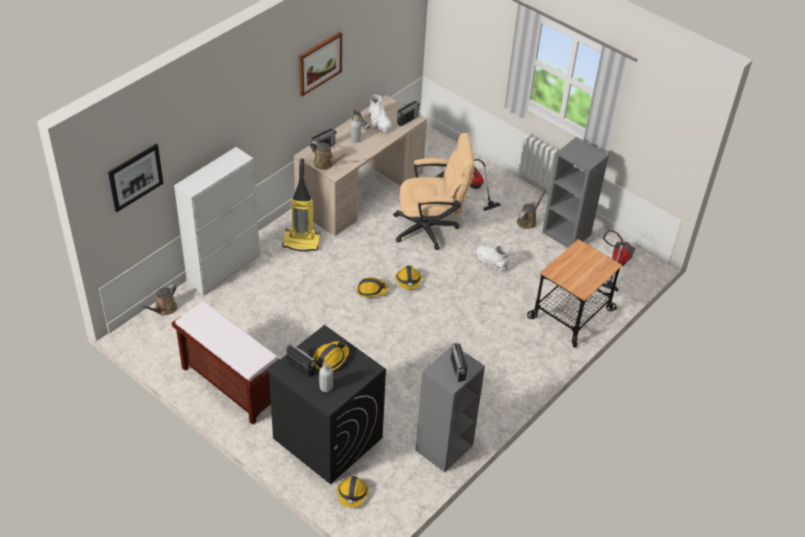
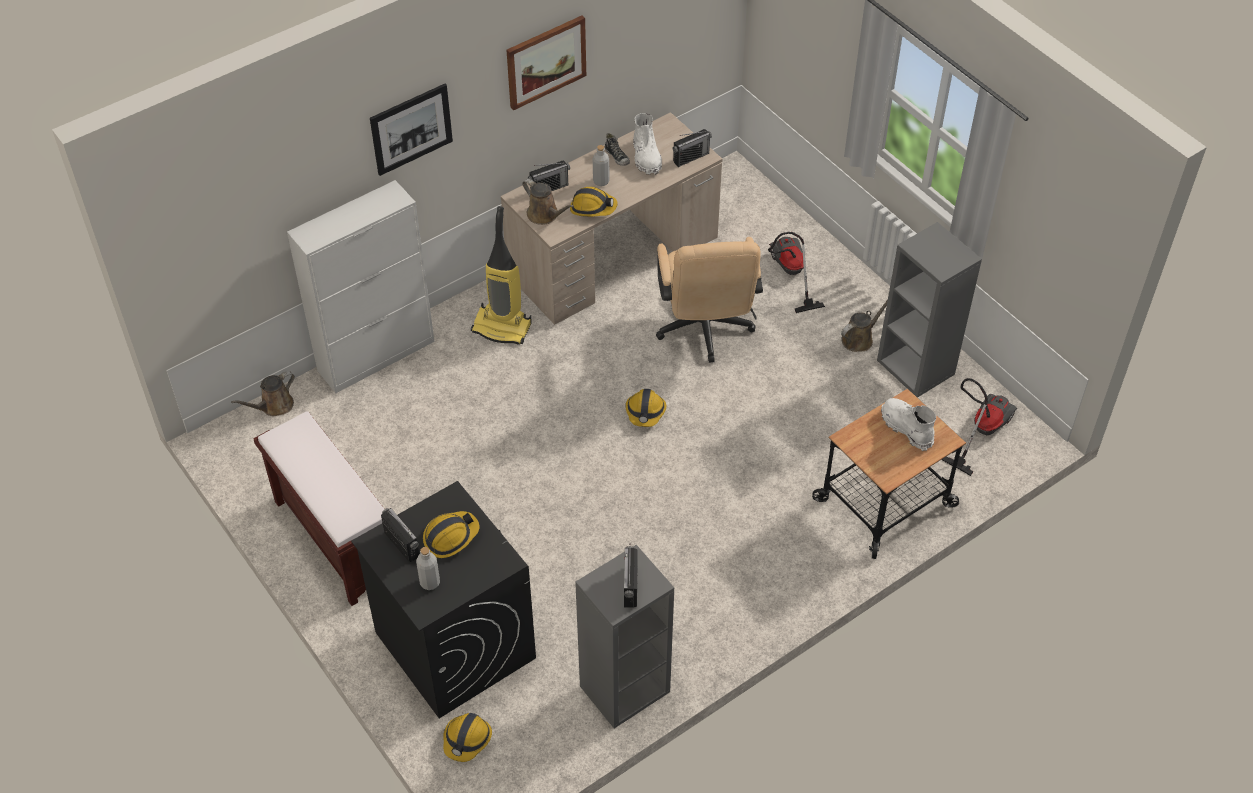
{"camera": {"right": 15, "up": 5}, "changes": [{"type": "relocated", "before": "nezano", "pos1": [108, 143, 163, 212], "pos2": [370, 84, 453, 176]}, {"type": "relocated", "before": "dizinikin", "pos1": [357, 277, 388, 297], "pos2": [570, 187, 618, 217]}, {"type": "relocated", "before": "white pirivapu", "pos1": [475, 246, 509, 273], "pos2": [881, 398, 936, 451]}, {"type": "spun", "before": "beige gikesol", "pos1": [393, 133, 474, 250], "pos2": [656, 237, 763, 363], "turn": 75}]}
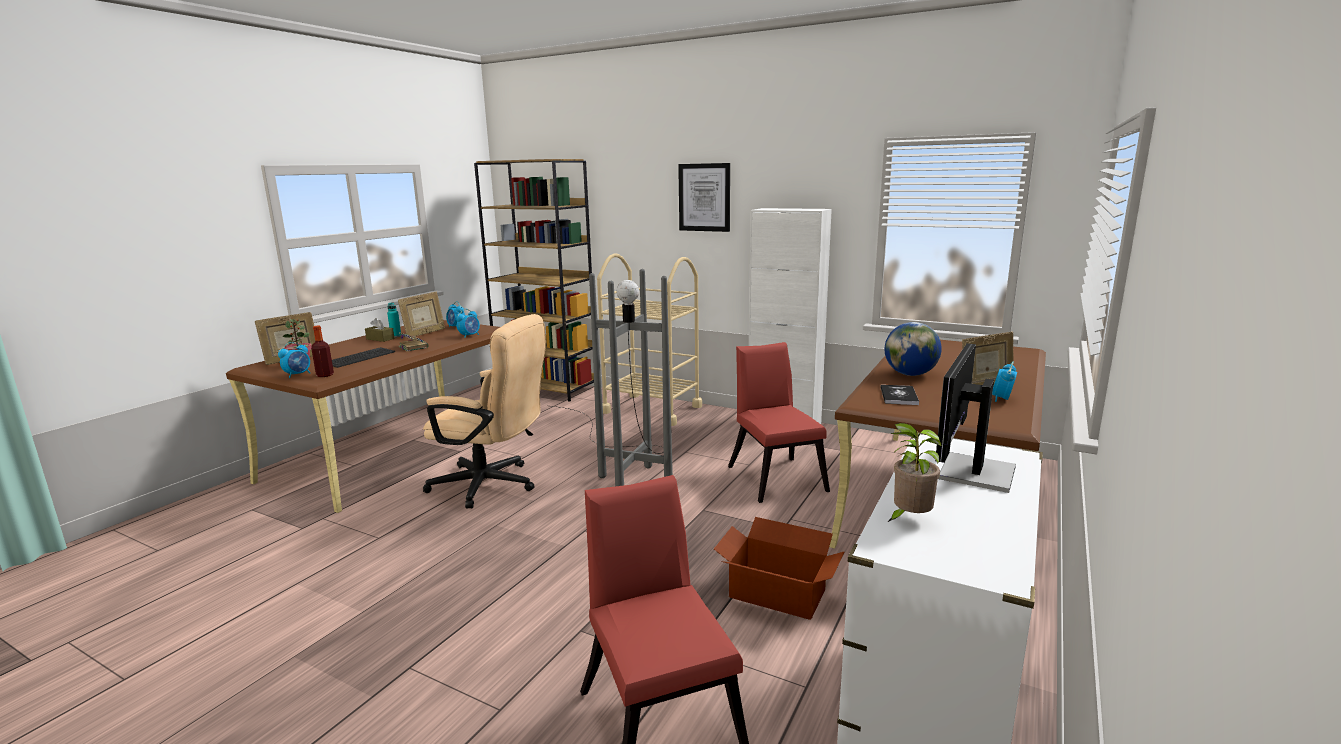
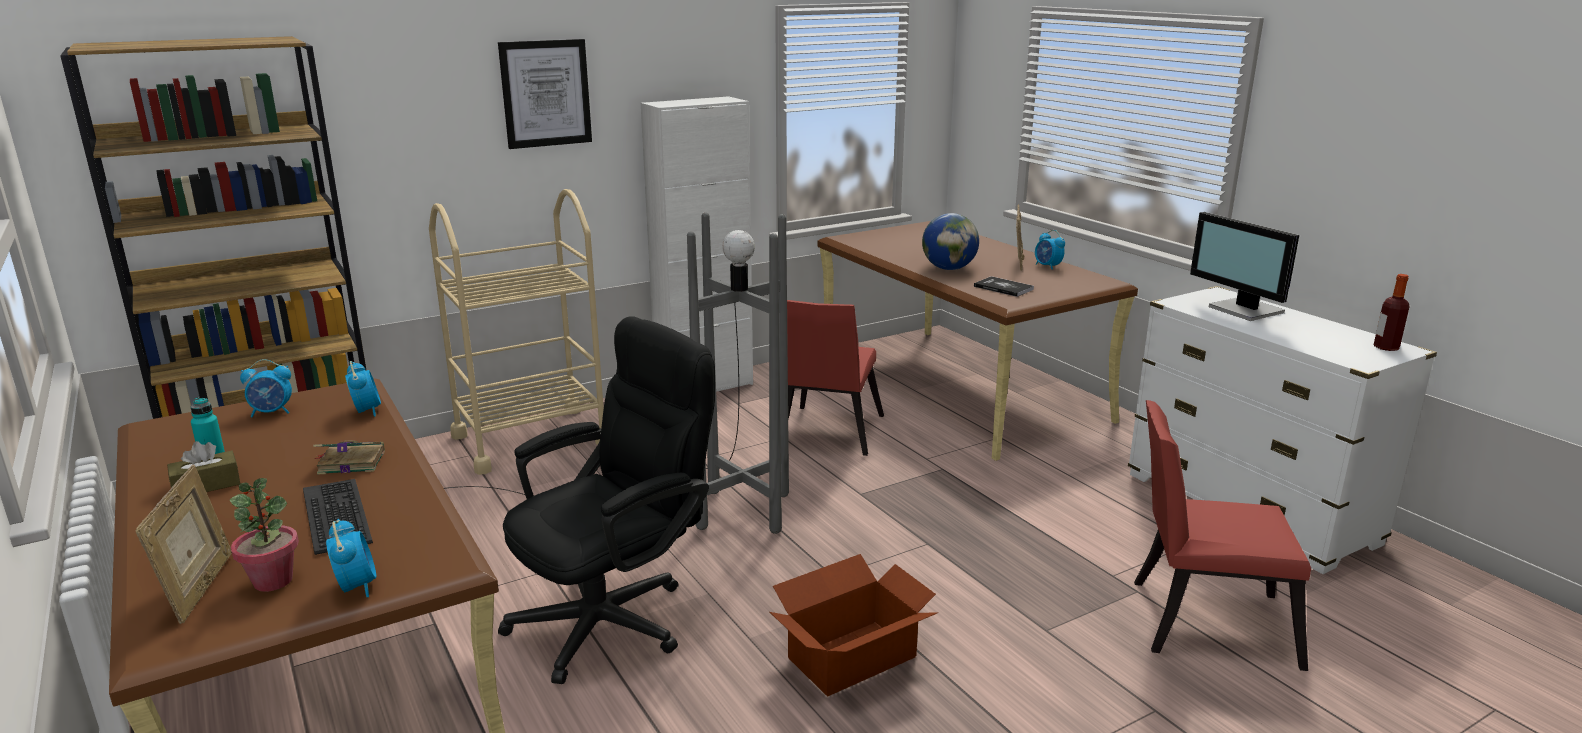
{"camera": {"right": -60, "up": 5}, "changes": [{"type": "missing", "before": "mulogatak", "pos1": [398, 292, 445, 337]}, {"type": "missing", "before": "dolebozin", "pos1": [888, 423, 942, 522]}, {"type": "relocated", "before": "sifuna", "pos1": [311, 326, 334, 377], "pos2": [1374, 274, 1410, 351]}, {"type": "relocated", "before": "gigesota", "pos1": [714, 517, 845, 620], "pos2": [770, 554, 938, 696]}, {"type": "colour", "before": "beige gikesol", "after": "black gikesol", "pos1": [423, 314, 546, 509], "pos2": [498, 317, 715, 684]}, {"type": "spun", "before": "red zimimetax", "pos1": [728, 342, 830, 503], "pos2": [787, 300, 884, 456], "turn": -90}]}
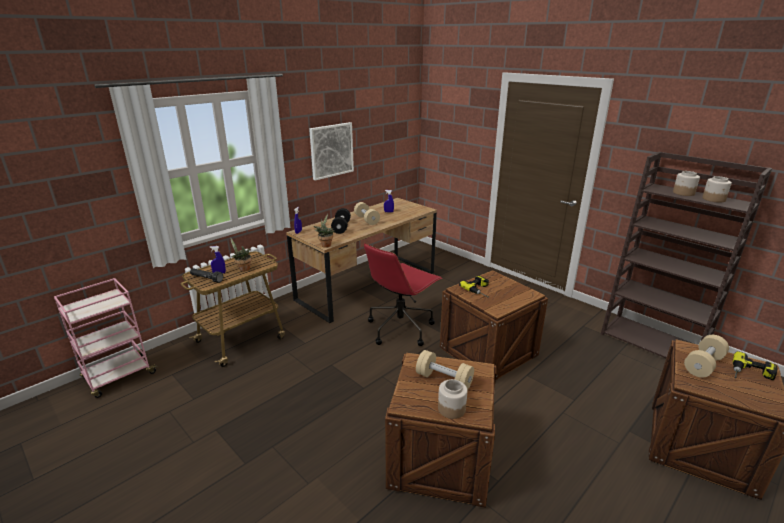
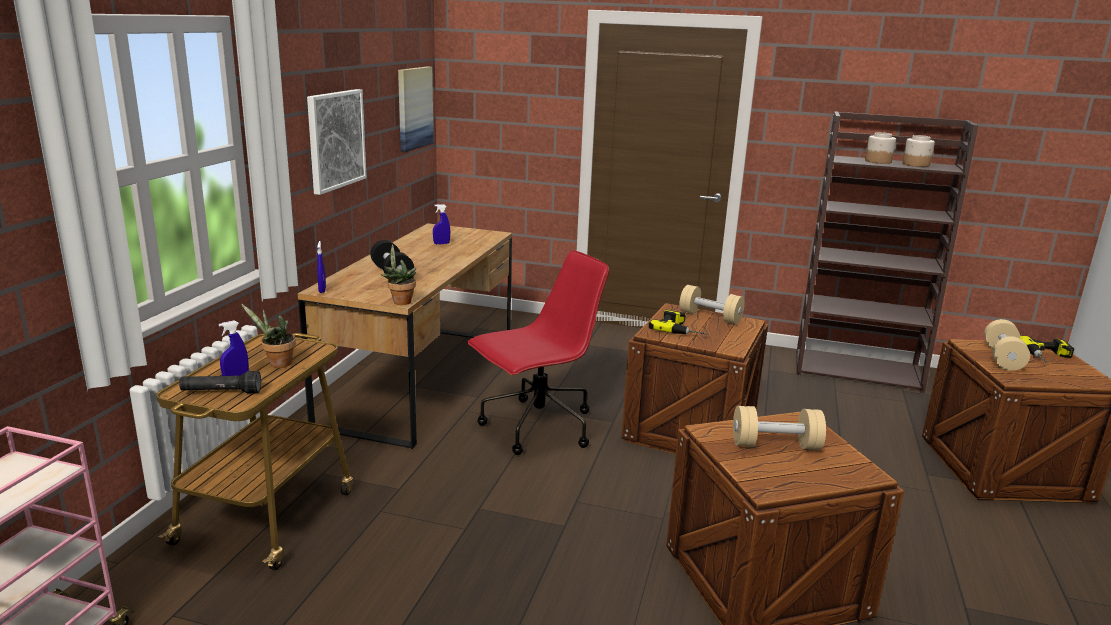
{"camera": {"right": -30, "up": -5}, "changes": [{"type": "missing", "before": "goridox", "pos1": [438, 379, 467, 419]}, {"type": "appeared", "after": "nezano", "pos2": [398, 66, 434, 152]}, {"type": "relocated", "before": "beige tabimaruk", "pos1": [354, 202, 380, 225], "pos2": [679, 285, 745, 324]}, {"type": "spun", "before": "red gikesol", "pos1": [364, 243, 442, 346], "pos2": [467, 251, 609, 455], "turn": -135}]}
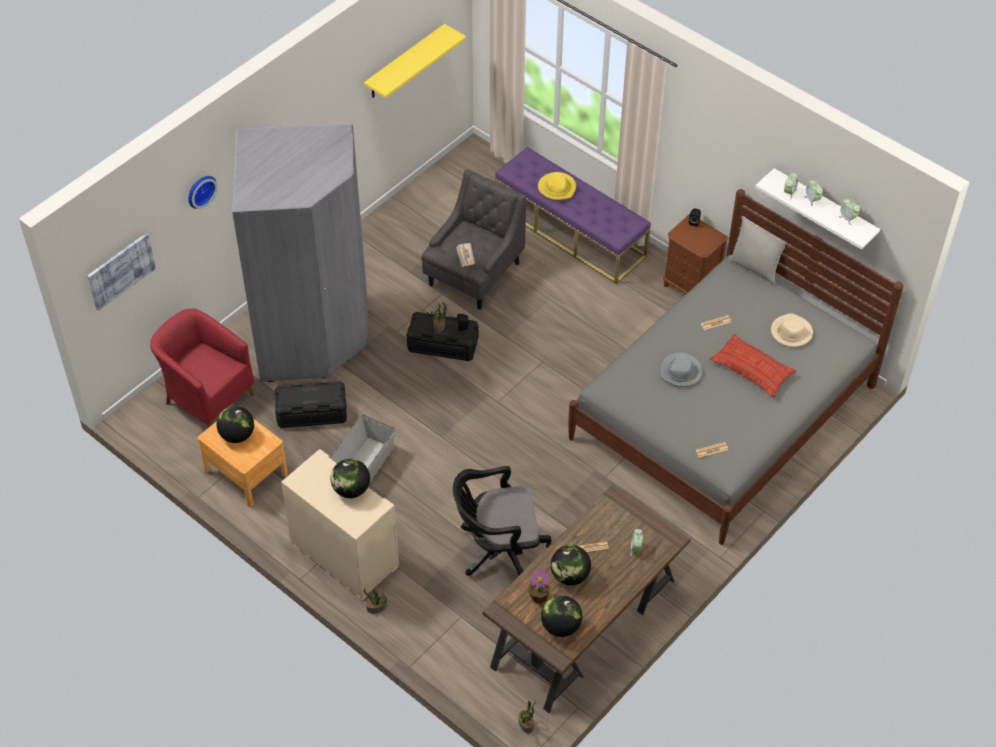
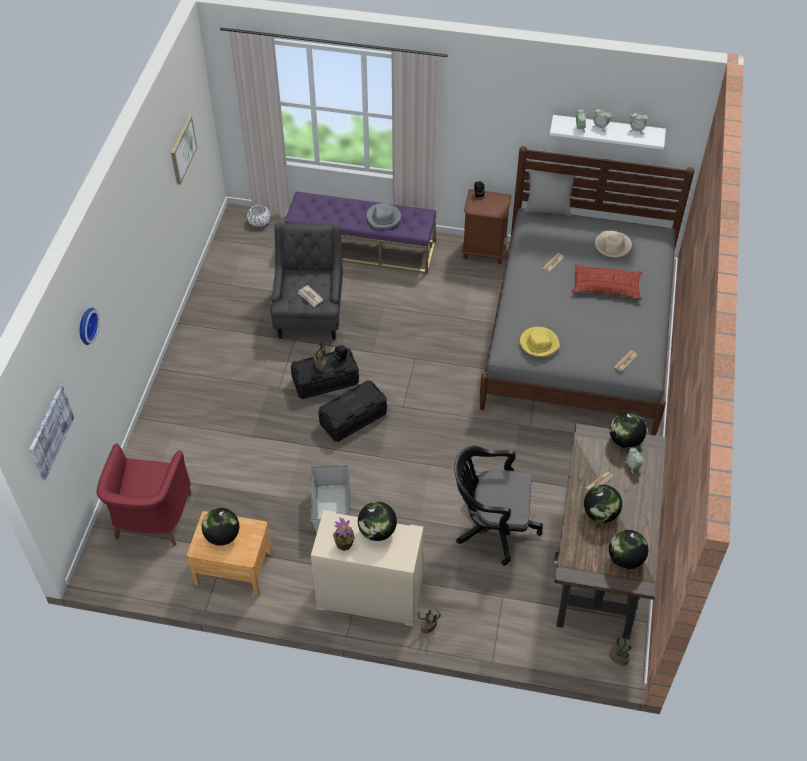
{"camera": {"right": -30, "up": 0}, "changes": [{"type": "missing", "before": "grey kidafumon", "pos1": [232, 123, 368, 382]}, {"type": "appeared", "after": "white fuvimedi", "pos2": [247, 205, 270, 227]}, {"type": "appeared", "after": "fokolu", "pos2": [610, 412, 646, 448]}, {"type": "relocated", "before": "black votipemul", "pos1": [275, 381, 347, 428], "pos2": [318, 380, 387, 442]}, {"type": "relocated", "before": "dolebozin", "pos1": [528, 568, 551, 604], "pos2": [333, 517, 355, 551]}, {"type": "relocated", "before": "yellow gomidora", "pos1": [538, 172, 576, 200], "pos2": [520, 327, 560, 357]}, {"type": "relocated", "before": "grey gomidora", "pos1": [660, 353, 703, 387], "pos2": [366, 203, 401, 229]}, {"type": "exchanged", "before": "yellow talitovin", "after": "nezano", "pos1": [364, 24, 466, 98], "pos2": [171, 116, 197, 185]}, {"type": "spun", "before": "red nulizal", "pos1": [150, 309, 255, 428], "pos2": [96, 444, 191, 546], "turn": -90}, {"type": "spun", "before": "black gikesol", "pos1": [453, 466, 552, 576], "pos2": [454, 446, 543, 565], "turn": 45}]}
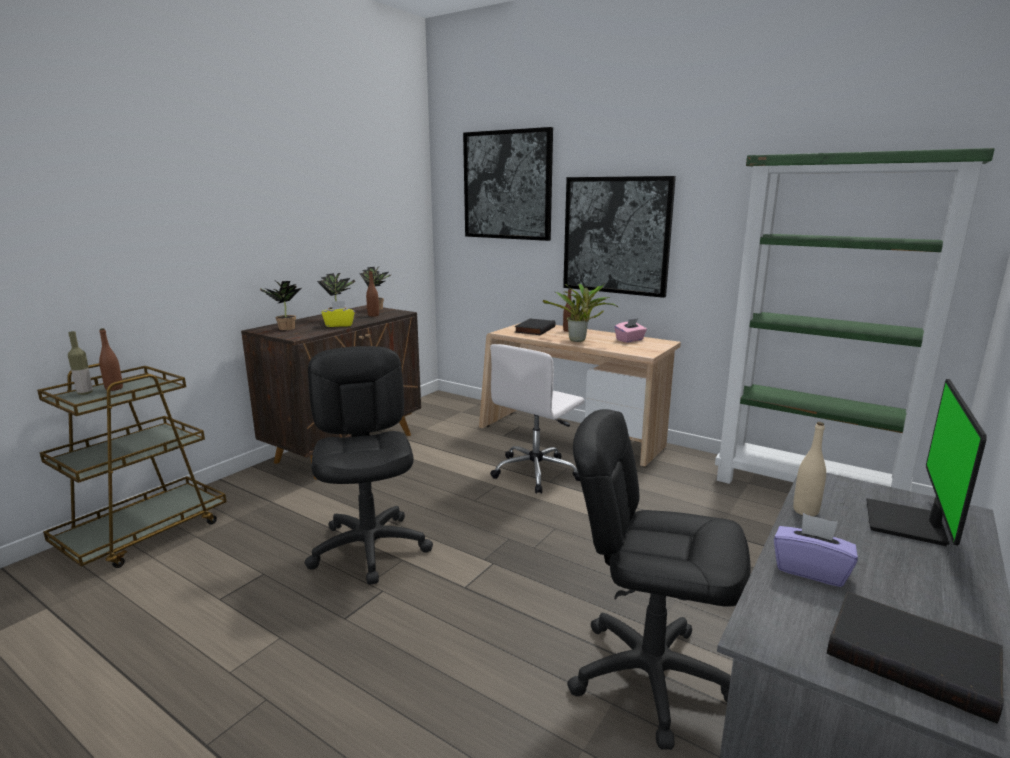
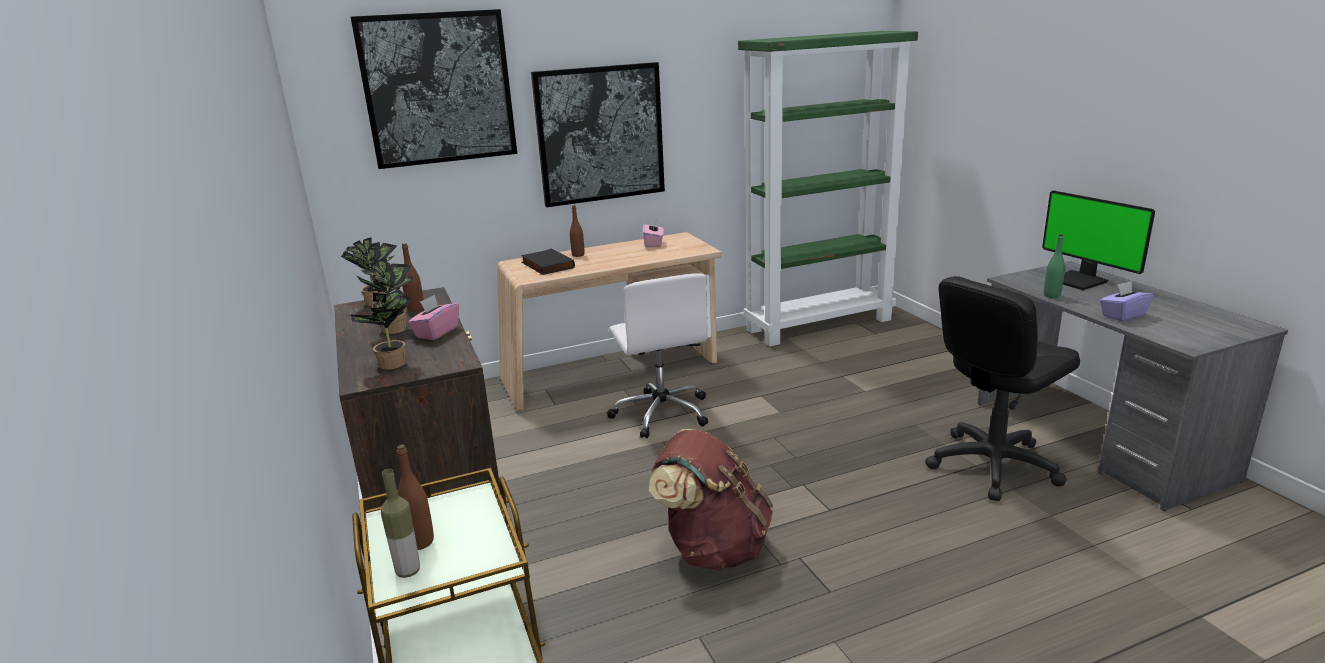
{"camera": {"right": -55, "up": 5}, "changes": [{"type": "missing", "before": "dolebozin", "pos1": [543, 283, 618, 342]}, {"type": "missing", "before": "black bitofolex", "pos1": [827, 591, 1004, 724]}, {"type": "exchanged", "before": "black gikesol", "after": "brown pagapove", "pos1": [305, 346, 433, 585], "pos2": [649, 429, 773, 570]}, {"type": "colour", "before": "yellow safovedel", "after": "pink safovedel", "pos1": [321, 301, 355, 327], "pos2": [408, 295, 459, 340]}, {"type": "colour", "before": "beige sifuna", "after": "green sifuna", "pos1": [793, 422, 826, 516], "pos2": [1044, 234, 1065, 298]}]}
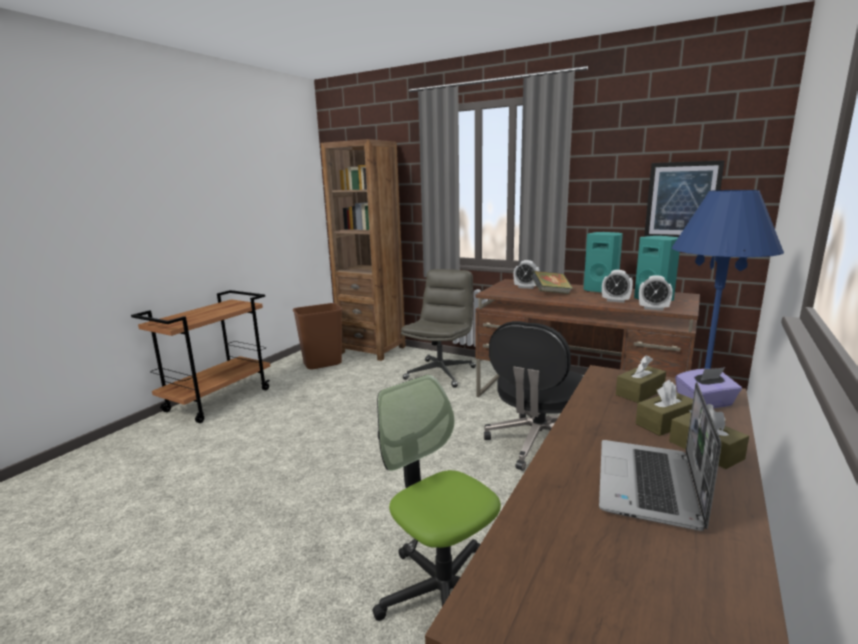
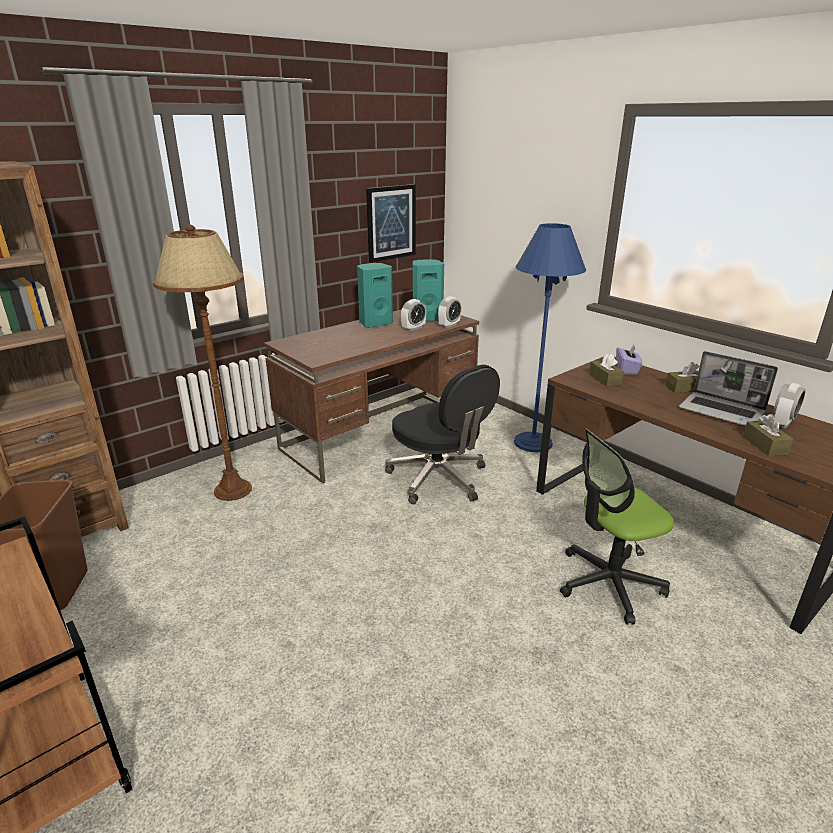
{"camera": {"right": -70, "up": 10}, "changes": [{"type": "missing", "before": "bitofolex", "pos1": [531, 271, 573, 294]}, {"type": "relocated", "before": "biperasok", "pos1": [514, 260, 539, 289], "pos2": [774, 383, 806, 428]}, {"type": "relocated", "before": "brown safovedel", "pos1": [636, 380, 693, 436], "pos2": [743, 414, 793, 456]}, {"type": "exchanged", "before": "grey gikesol", "after": "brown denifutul", "pos1": [401, 269, 476, 388], "pos2": [153, 225, 252, 501]}]}
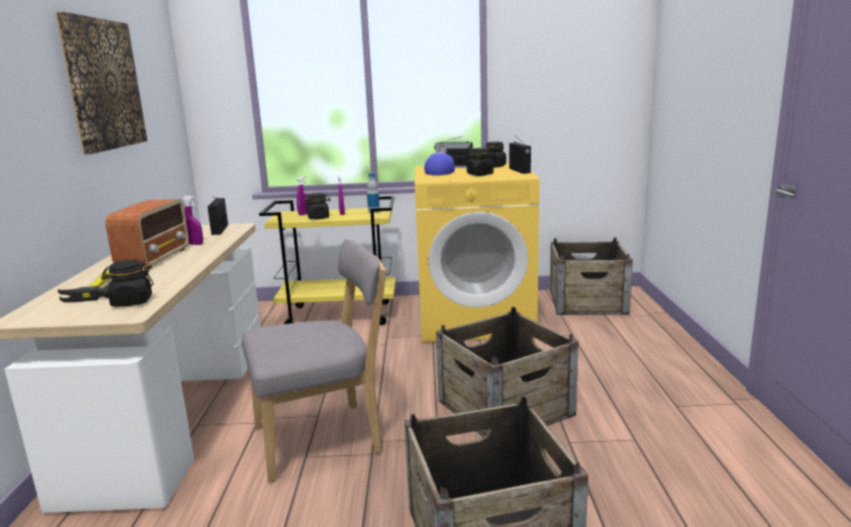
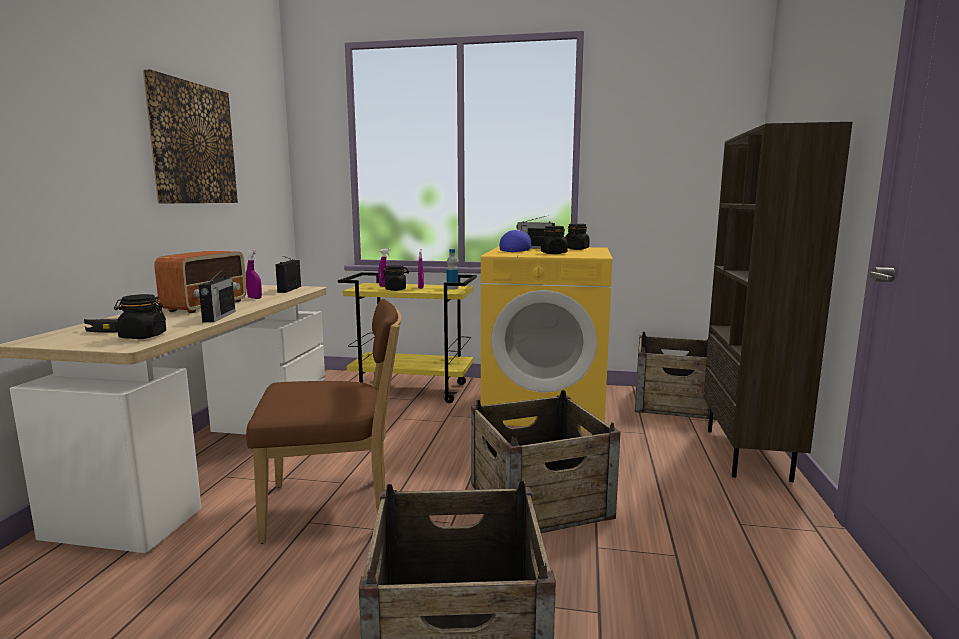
{"camera": {"right": 10, "up": -5}, "changes": [{"type": "appeared", "after": "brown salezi", "pos2": [703, 122, 853, 482]}, {"type": "relocated", "before": "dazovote", "pos1": [509, 137, 531, 174], "pos2": [199, 268, 236, 322]}, {"type": "colour", "before": "grey zimimetax", "after": "brown zimimetax", "pos1": [242, 239, 387, 483], "pos2": [246, 299, 402, 544]}]}
